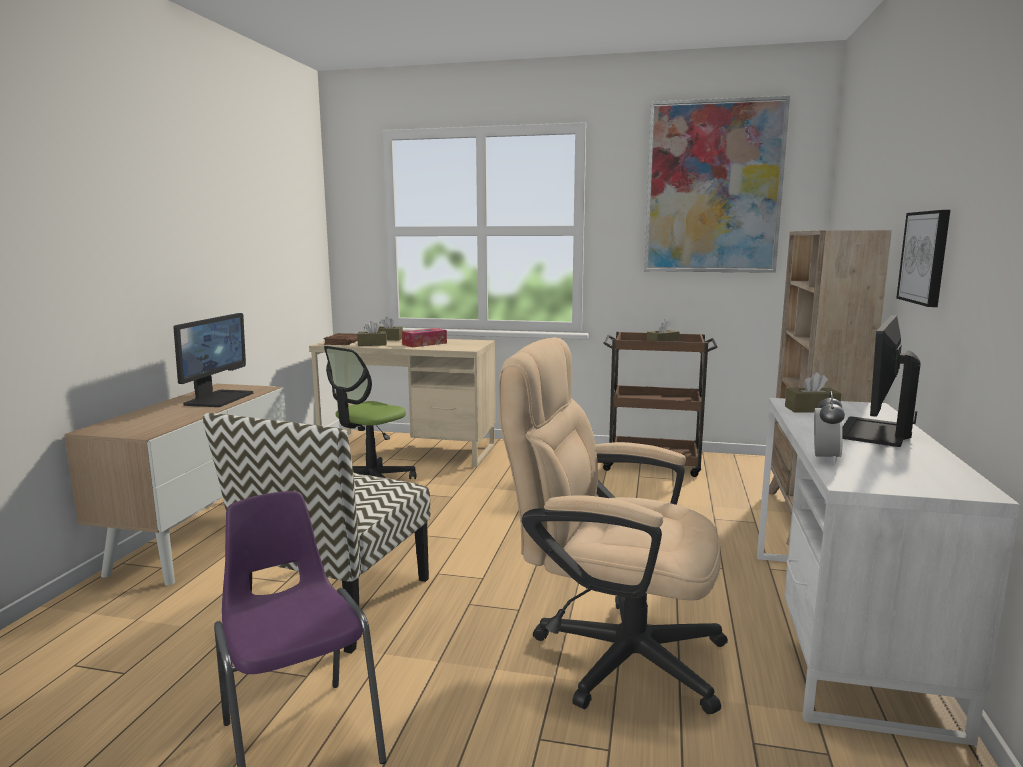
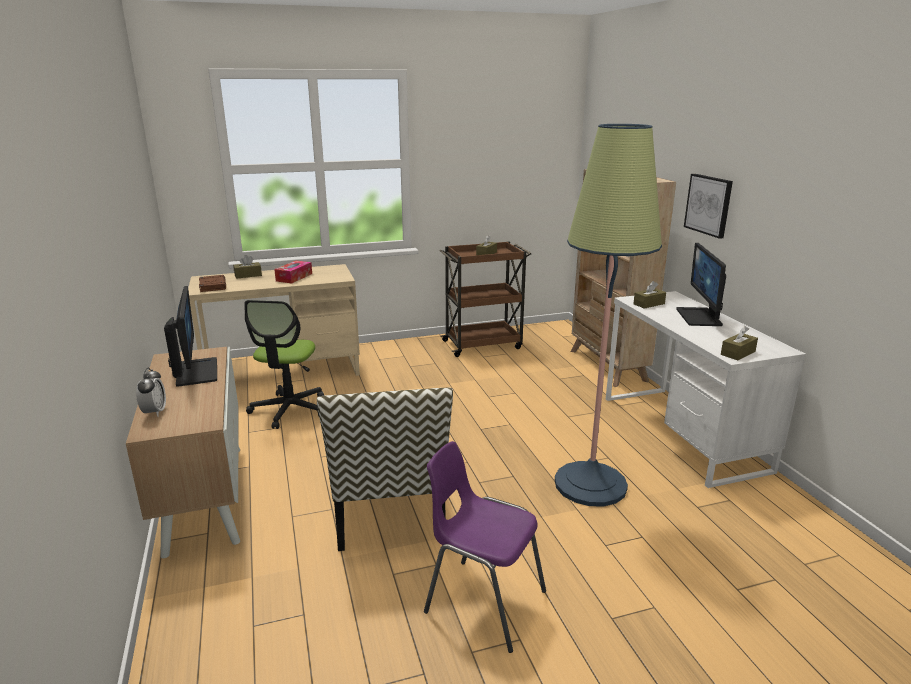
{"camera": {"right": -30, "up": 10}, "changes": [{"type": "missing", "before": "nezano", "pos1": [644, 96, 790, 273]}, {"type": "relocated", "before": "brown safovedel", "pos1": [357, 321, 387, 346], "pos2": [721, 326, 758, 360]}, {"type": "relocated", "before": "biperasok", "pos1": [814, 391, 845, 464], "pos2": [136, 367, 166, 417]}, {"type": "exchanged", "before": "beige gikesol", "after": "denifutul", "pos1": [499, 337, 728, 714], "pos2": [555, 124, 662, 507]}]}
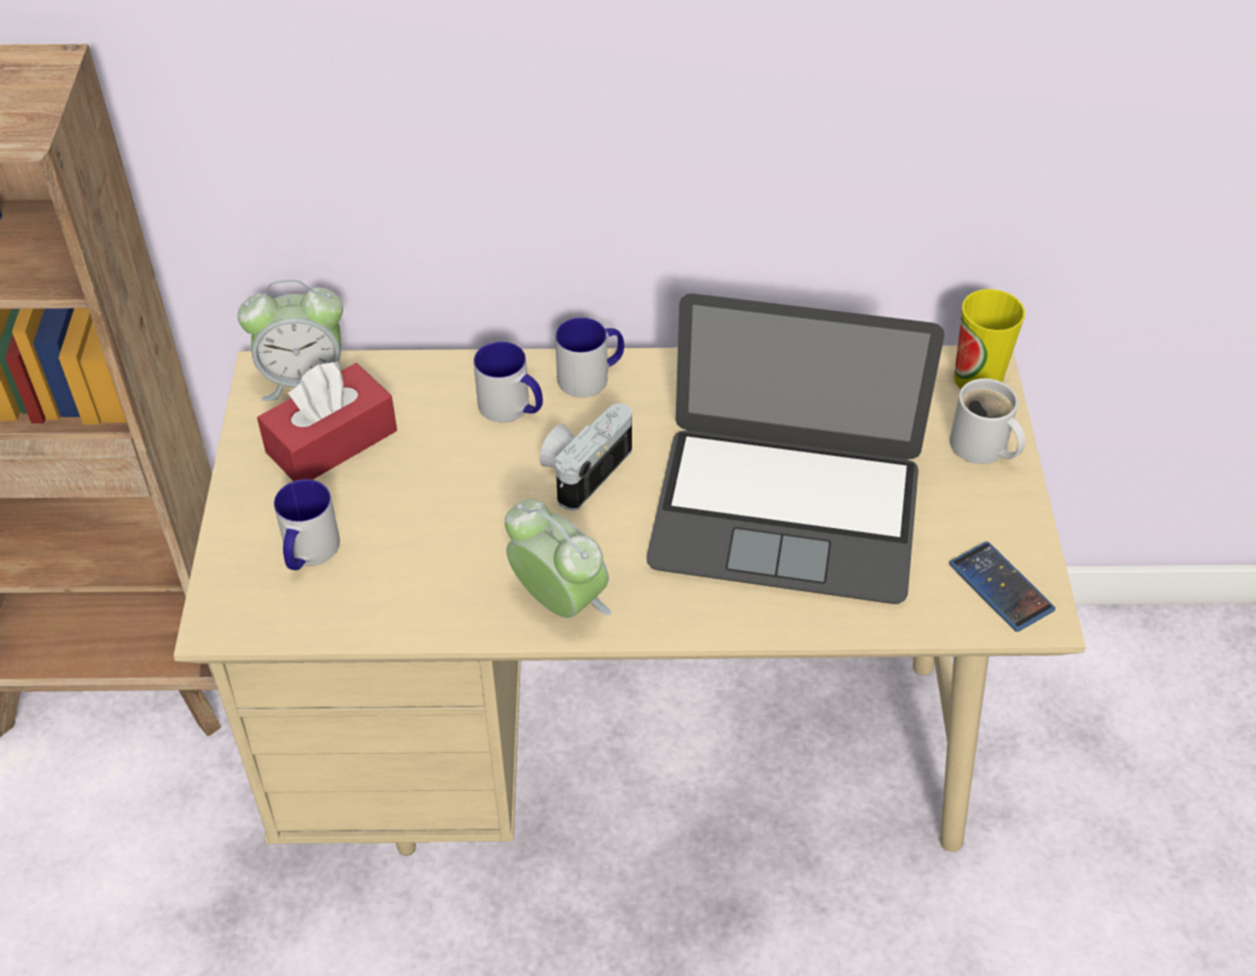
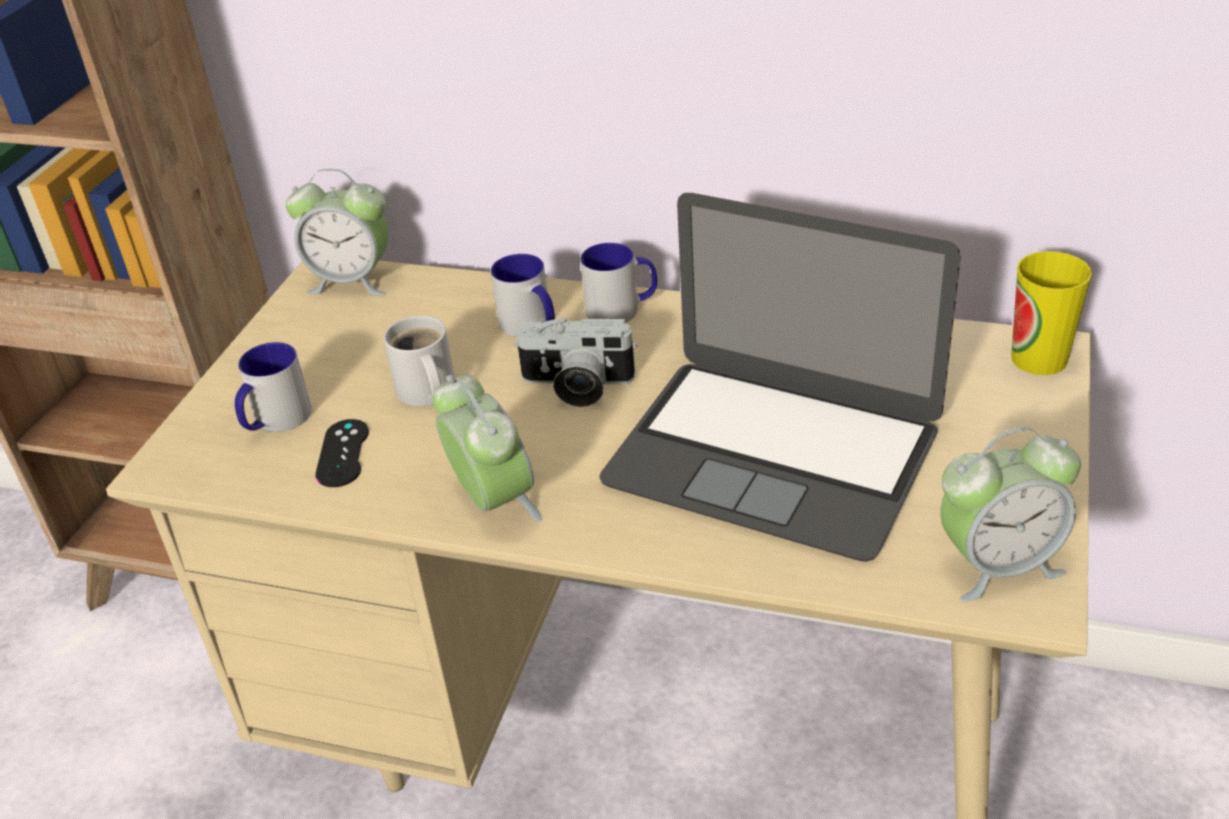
{"camera": {"right": 20, "up": -10}, "changes": [{"type": "missing", "before": "red safovedel", "pos1": [257, 361, 397, 481]}, {"type": "appeared", "after": "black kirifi", "pos2": [315, 419, 369, 487]}, {"type": "relocated", "before": "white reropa", "pos1": [950, 378, 1025, 464], "pos2": [384, 315, 455, 407]}, {"type": "exchanged", "before": "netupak", "after": "biperasok", "pos1": [949, 541, 1055, 632], "pos2": [940, 427, 1081, 602]}, {"type": "spun", "before": "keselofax", "pos1": [539, 403, 632, 511], "pos2": [513, 318, 637, 407], "turn": -135}]}
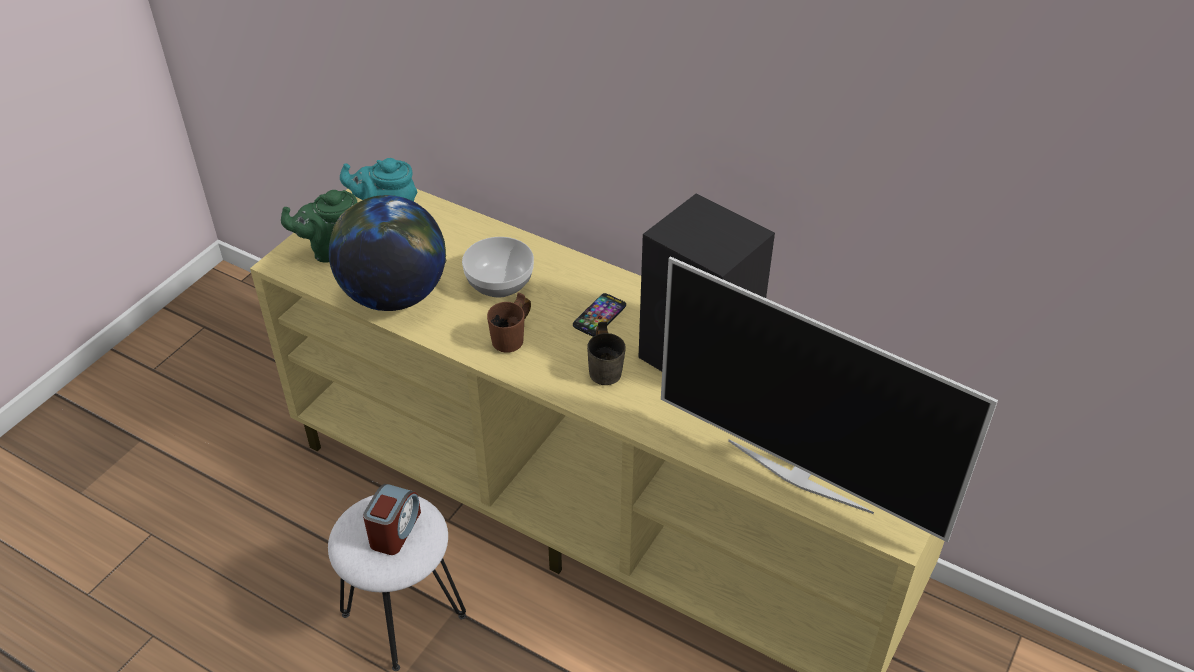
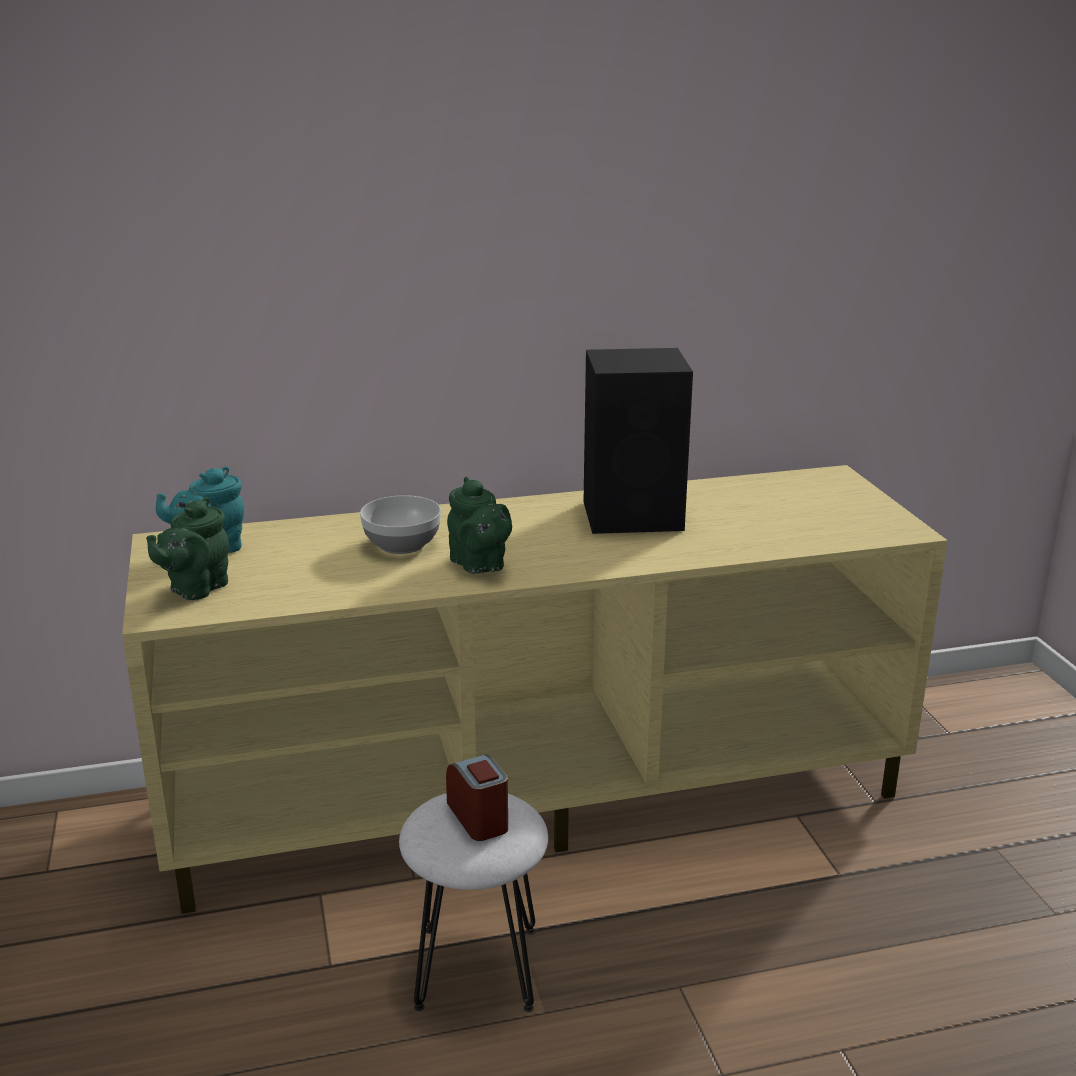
{"camera": {"right": -45, "up": -20}, "changes": [{"type": "missing", "before": "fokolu", "pos1": [329, 195, 446, 311]}, {"type": "missing", "before": "netupak", "pos1": [573, 293, 626, 337]}, {"type": "missing", "before": "grey reropa", "pos1": [587, 322, 626, 385]}, {"type": "missing", "before": "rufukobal", "pos1": [661, 256, 998, 542]}, {"type": "exchanged", "before": "brown reropa", "after": "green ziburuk", "pos1": [487, 293, 531, 353], "pos2": [447, 477, 512, 573]}]}
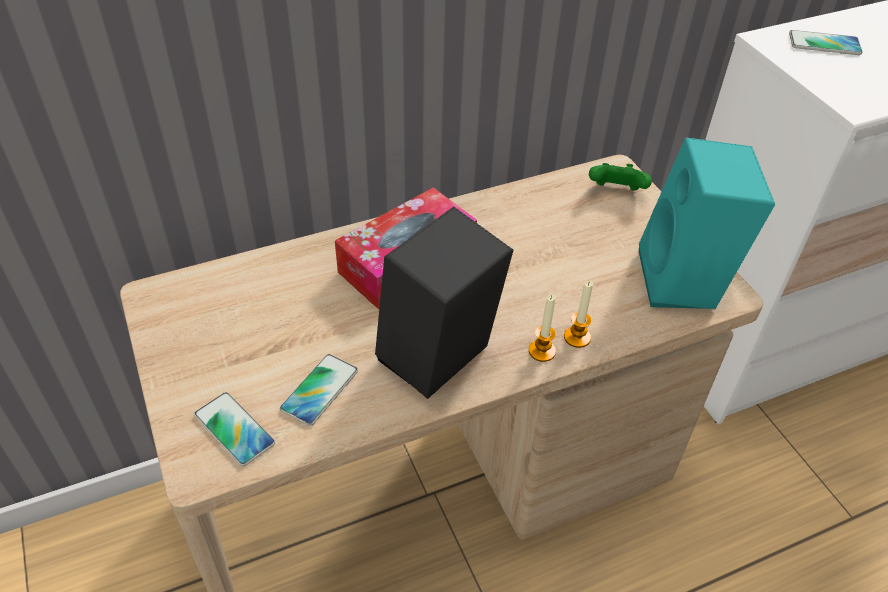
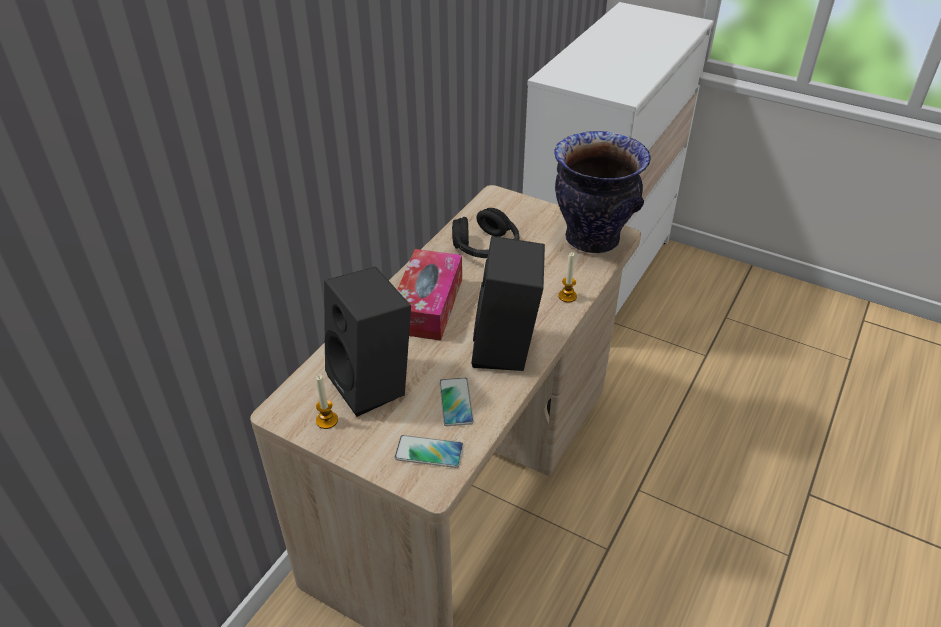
{"camera": {"right": -35, "up": -5}, "changes": [{"type": "missing", "before": "green kirifi", "pos1": [589, 163, 652, 191]}, {"type": "missing", "before": "netupak", "pos1": [789, 30, 863, 55]}, {"type": "appeared", "after": "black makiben", "pos2": [324, 266, 411, 417]}, {"type": "appeared", "after": "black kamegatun", "pos2": [452, 208, 519, 258]}, {"type": "relocated", "before": "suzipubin", "pos1": [529, 295, 556, 362], "pos2": [316, 375, 338, 429]}, {"type": "exchanged", "before": "turquoise makiben", "after": "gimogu", "pos1": [639, 138, 775, 309], "pos2": [554, 131, 651, 253]}]}
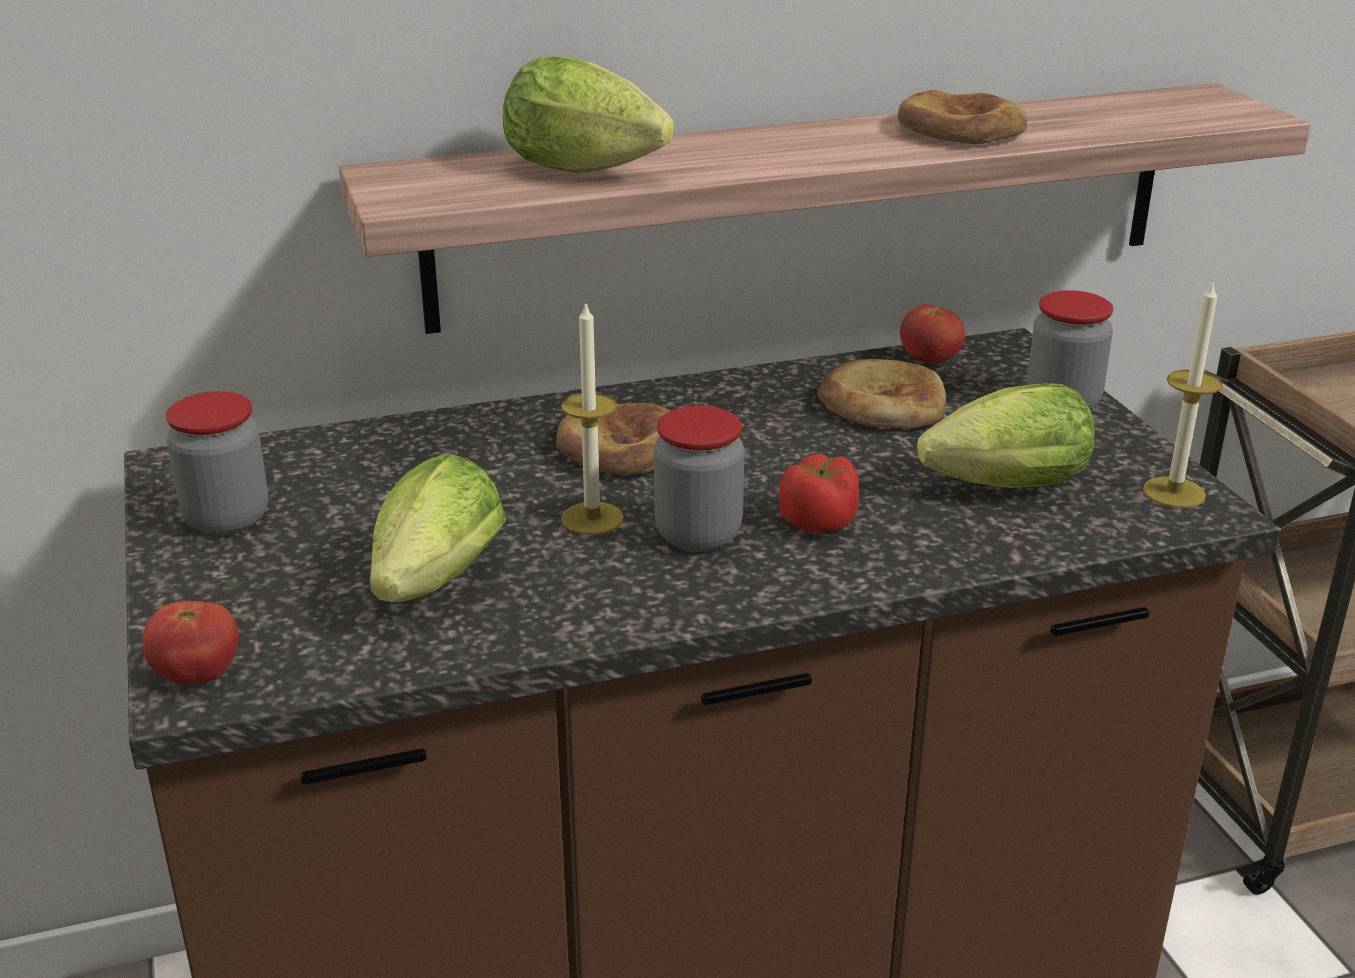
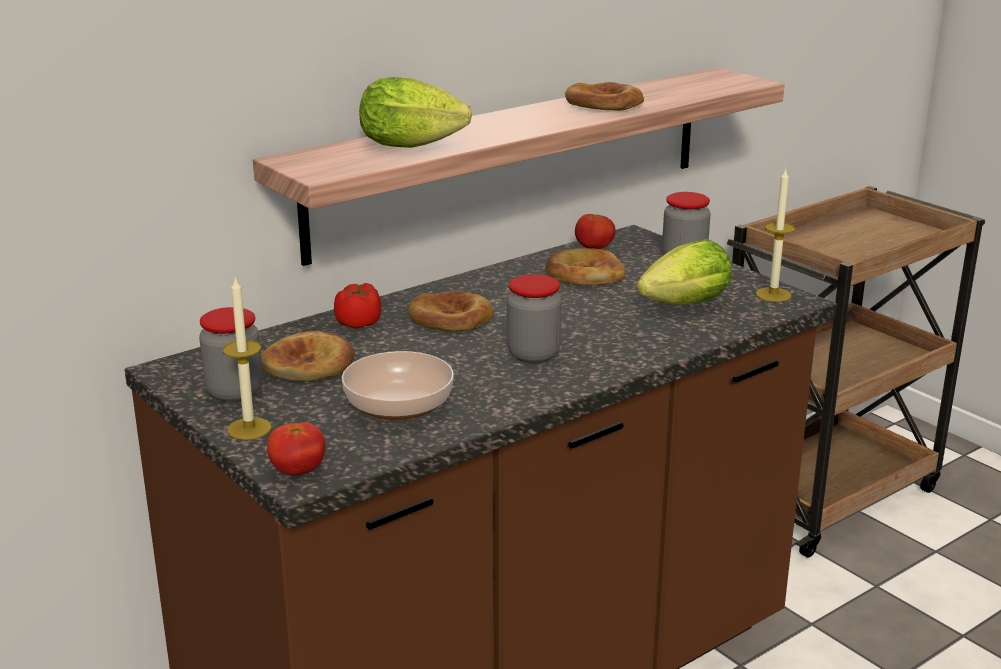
{"camera": {"right": -20, "up": -5}, "changes": [{"type": "appeared", "after": "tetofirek", "pos2": [261, 331, 355, 382]}, {"type": "relocated", "before": "suzipubin", "pos1": [561, 301, 624, 535], "pos2": [223, 276, 271, 440]}, {"type": "relocated", "before": "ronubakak", "pos1": [779, 454, 859, 533], "pos2": [334, 283, 381, 329]}, {"type": "exchanged", "before": "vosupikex", "after": "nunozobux", "pos1": [370, 453, 506, 602], "pos2": [342, 351, 454, 421]}]}
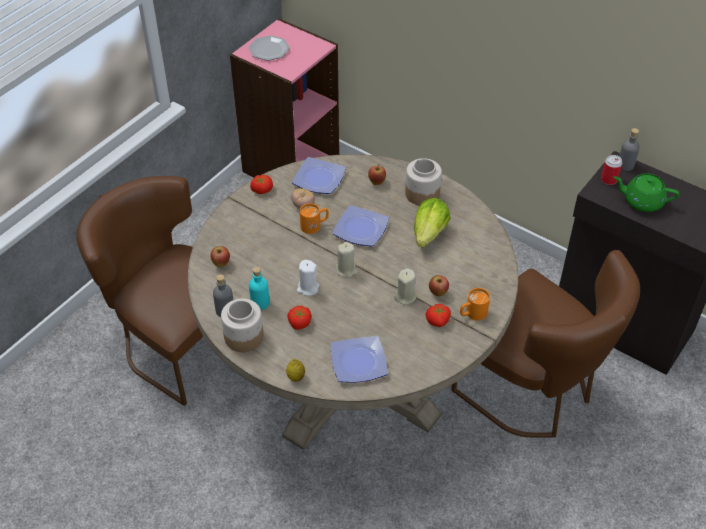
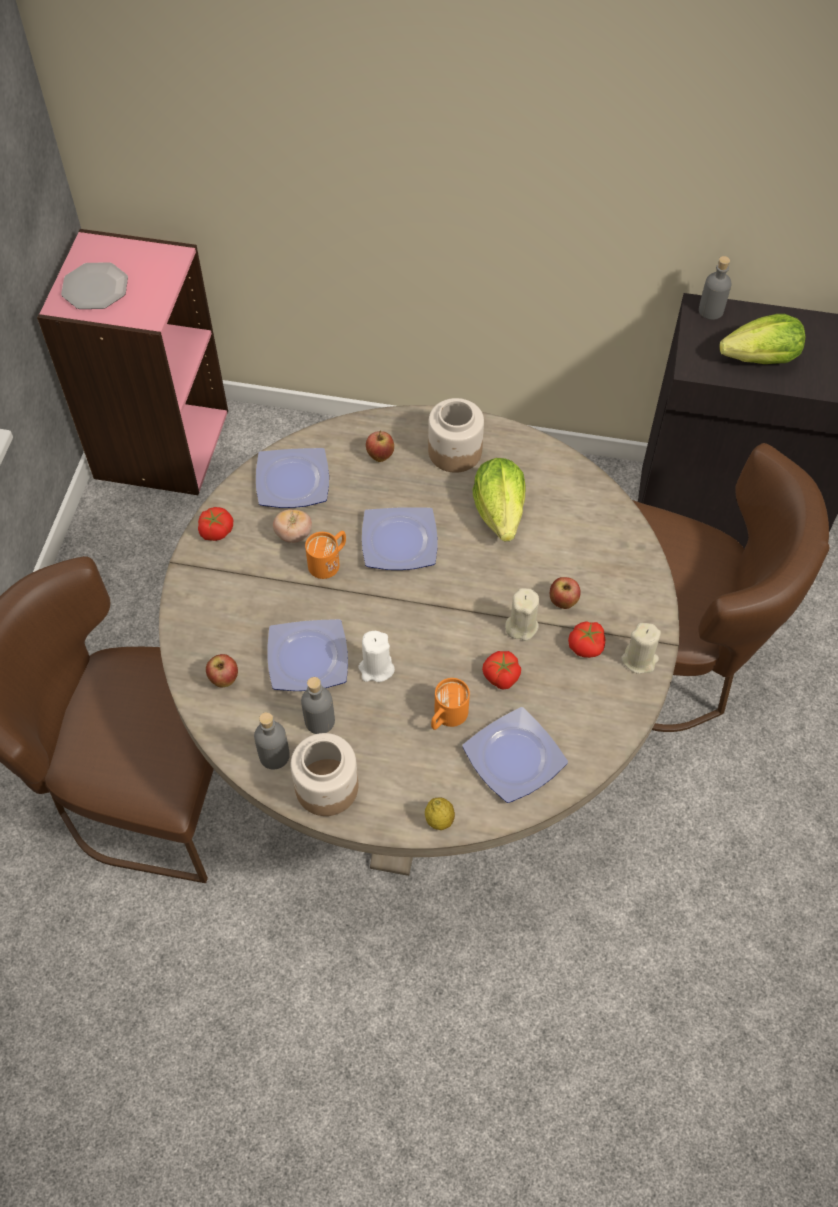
{"camera": {"right": -25, "up": 10}, "changes": [{"type": "missing", "before": "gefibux", "pos1": [601, 155, 622, 185]}, {"type": "appeared", "after": "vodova", "pos2": [267, 619, 348, 691]}, {"type": "relocated", "before": "ronubakak", "pos1": [287, 306, 312, 330], "pos2": [482, 651, 521, 690]}, {"type": "relocated", "before": "beige suzipubin", "pos1": [336, 242, 358, 278], "pos2": [621, 623, 661, 674]}, {"type": "relocated", "before": "orange reropa", "pos1": [460, 288, 490, 320], "pos2": [431, 678, 470, 730]}, {"type": "exchanged", "before": "green ziburuk", "after": "vosupikex", "pos1": [613, 173, 679, 212], "pos2": [719, 314, 805, 364]}, {"type": "colour", "before": "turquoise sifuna", "after": "grey sifuna", "pos1": [249, 267, 270, 310], "pos2": [301, 677, 335, 734]}]}
